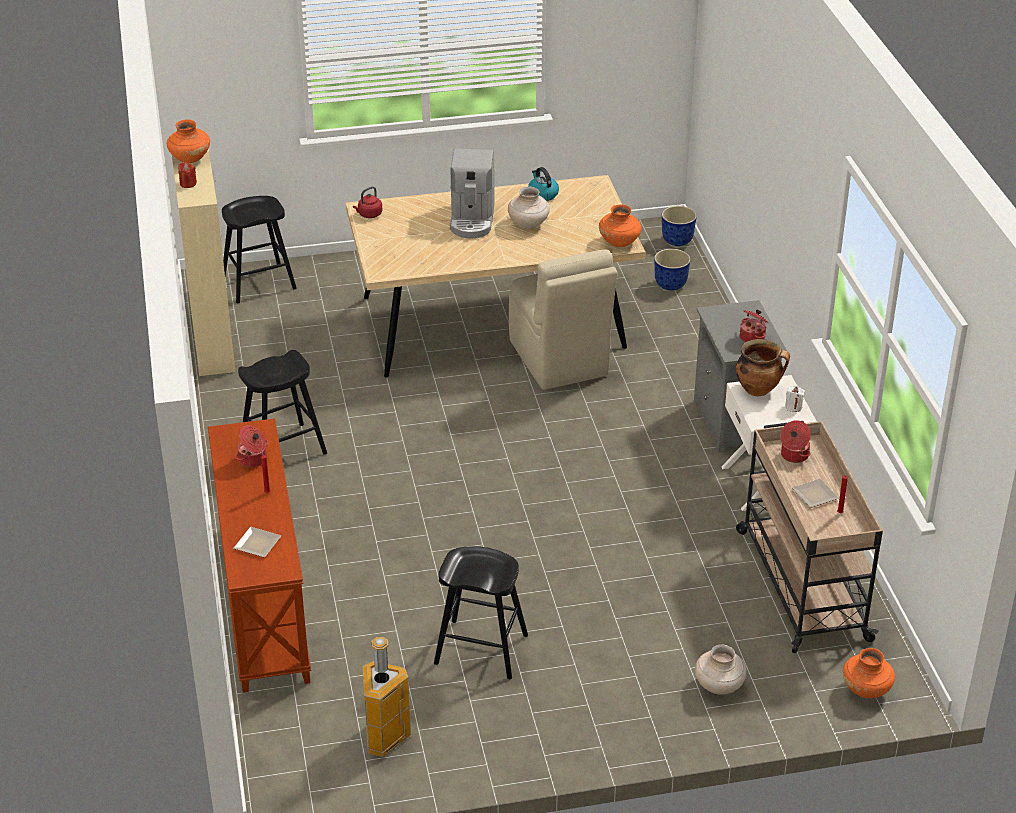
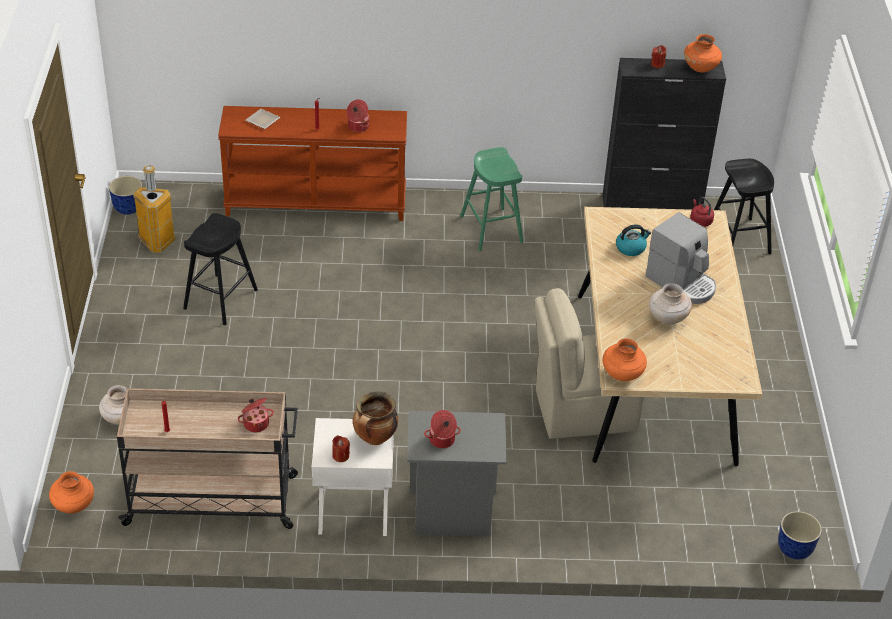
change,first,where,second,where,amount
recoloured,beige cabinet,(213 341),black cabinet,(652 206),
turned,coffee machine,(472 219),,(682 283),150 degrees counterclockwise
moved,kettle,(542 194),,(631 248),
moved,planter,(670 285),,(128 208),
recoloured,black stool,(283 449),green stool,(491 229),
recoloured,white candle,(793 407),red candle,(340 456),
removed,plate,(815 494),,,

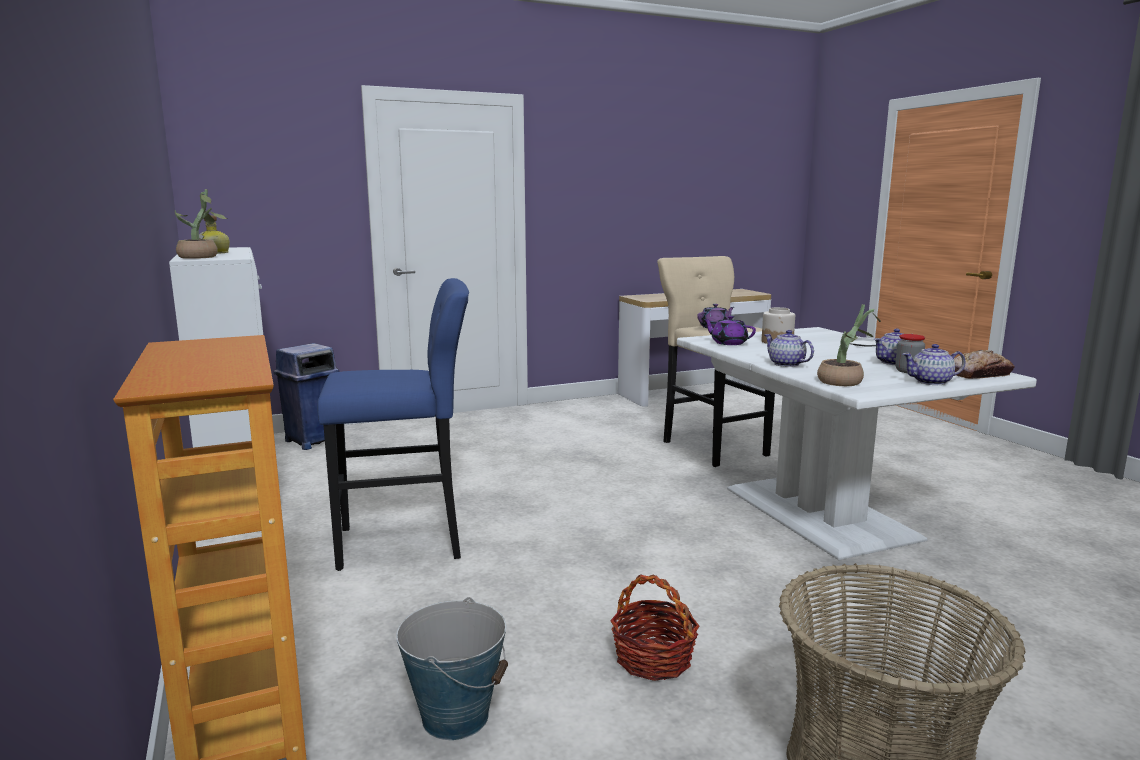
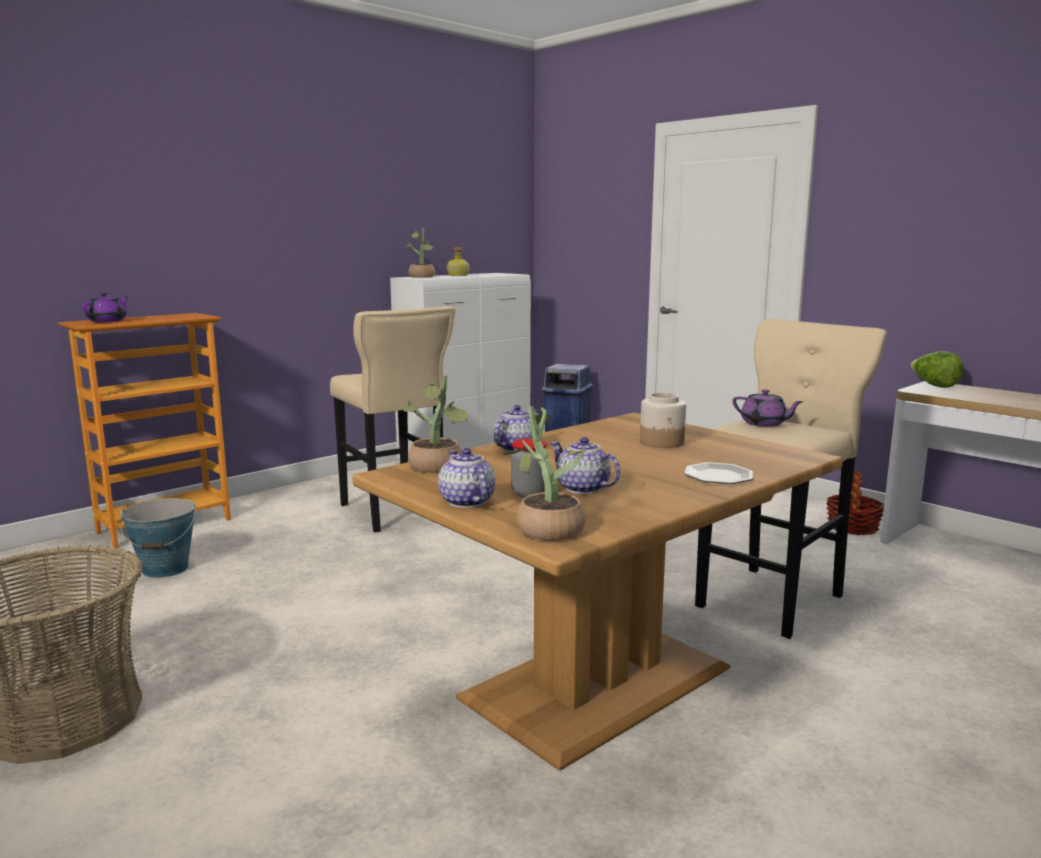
change,first,where,second,where,amount
recoloured,blue stool,(407 542),beige stool,(394 513),
moved,purple teapot,(728 343),,(108 321),
recoloured,white dining table,(820 512),brown dining table,(600 684),
replaced,bread,(979 374),potted plant,(545 527),
moved,basket,(653 658),,(852 527),
added,,,lettuce,(934 386),

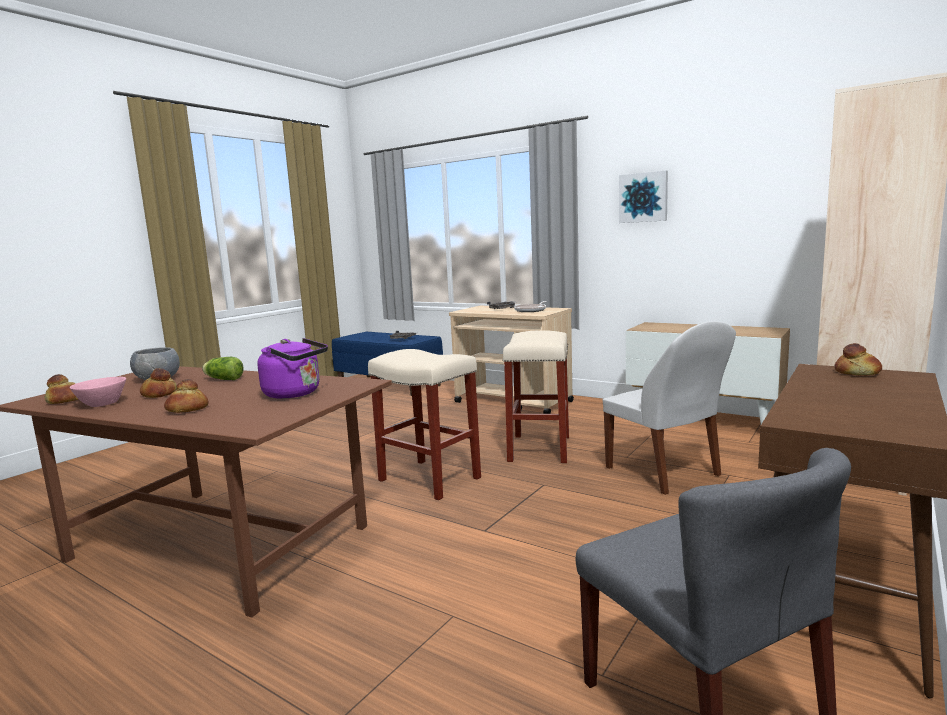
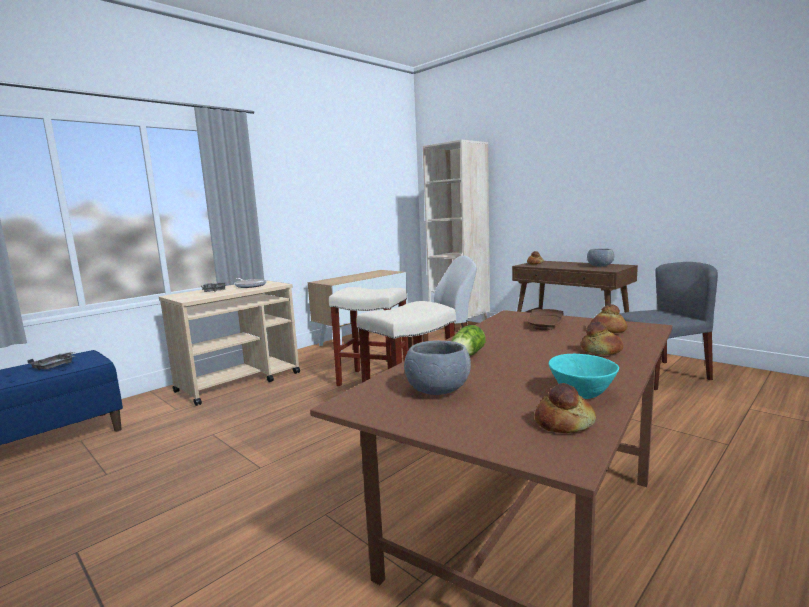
change,first,where,second,where,amount
removed,picture,(643 197),,,
replaced,purple kettle,(295 394),brown plate,(545 327),
moved,bread,(160 394),,(607 330),
recoloured,pink bowl,(101 404),turquoise bowl,(580 394),
added,,,grey bowl,(600 266),

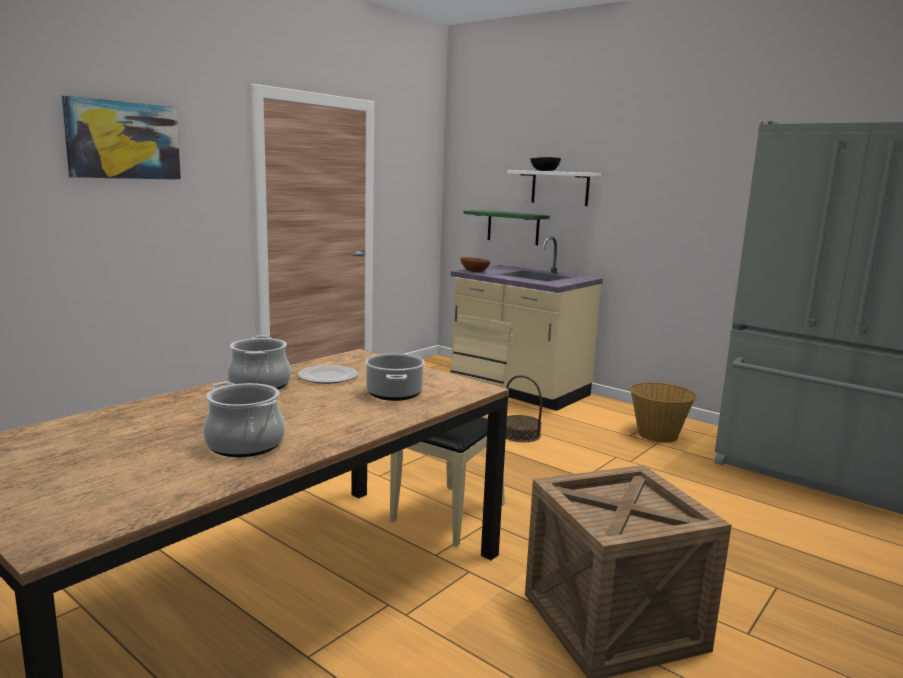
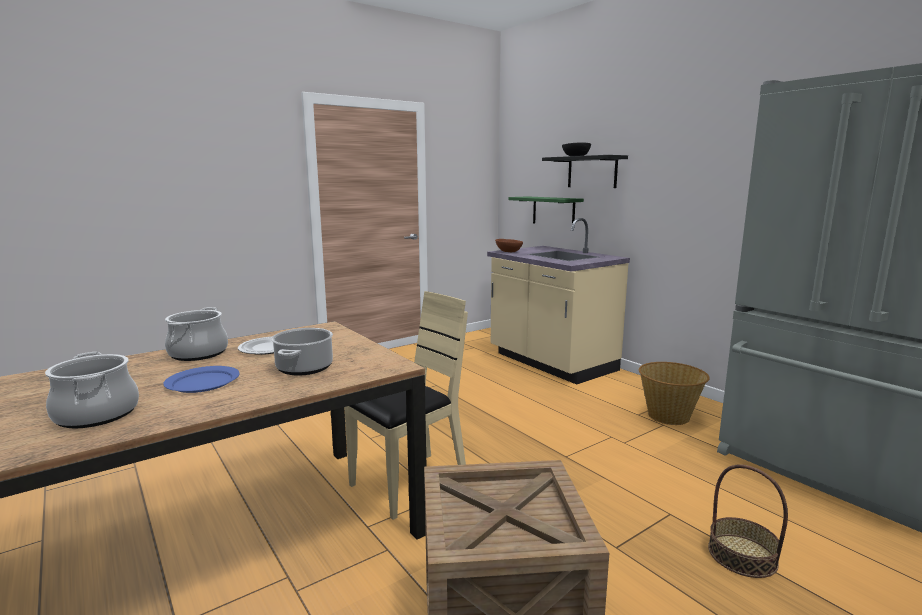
change,first,where,second,where,amount
removed,picture,(123 140),,,
recoloured,white shelf,(560 188),black shelf,(592 172),
moved,basket,(520 434),,(742 555),
added,,,blue plate,(202 382),

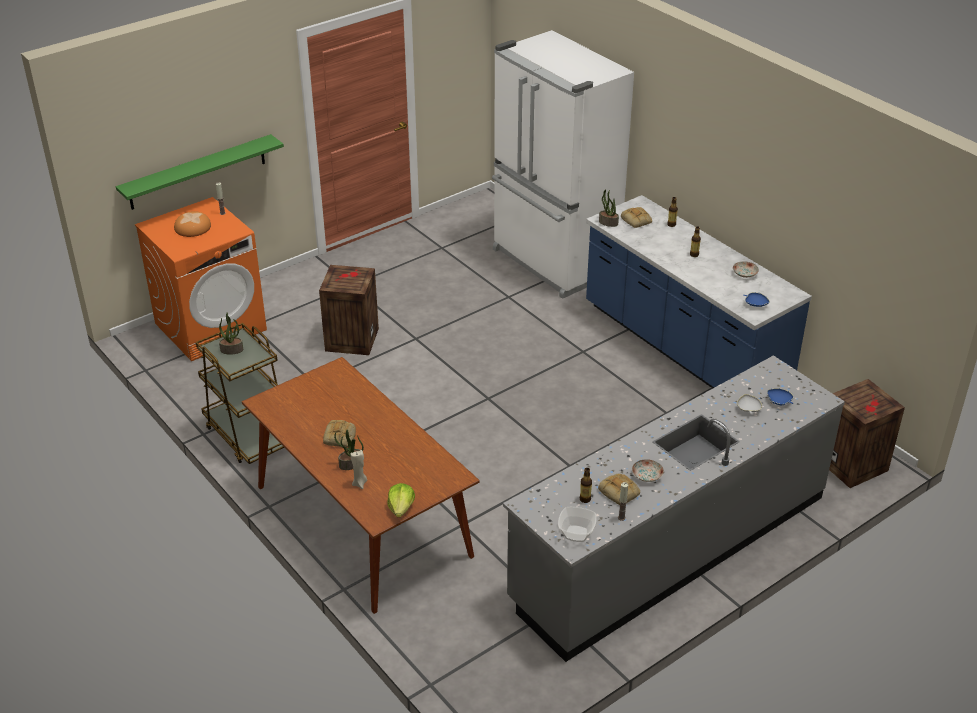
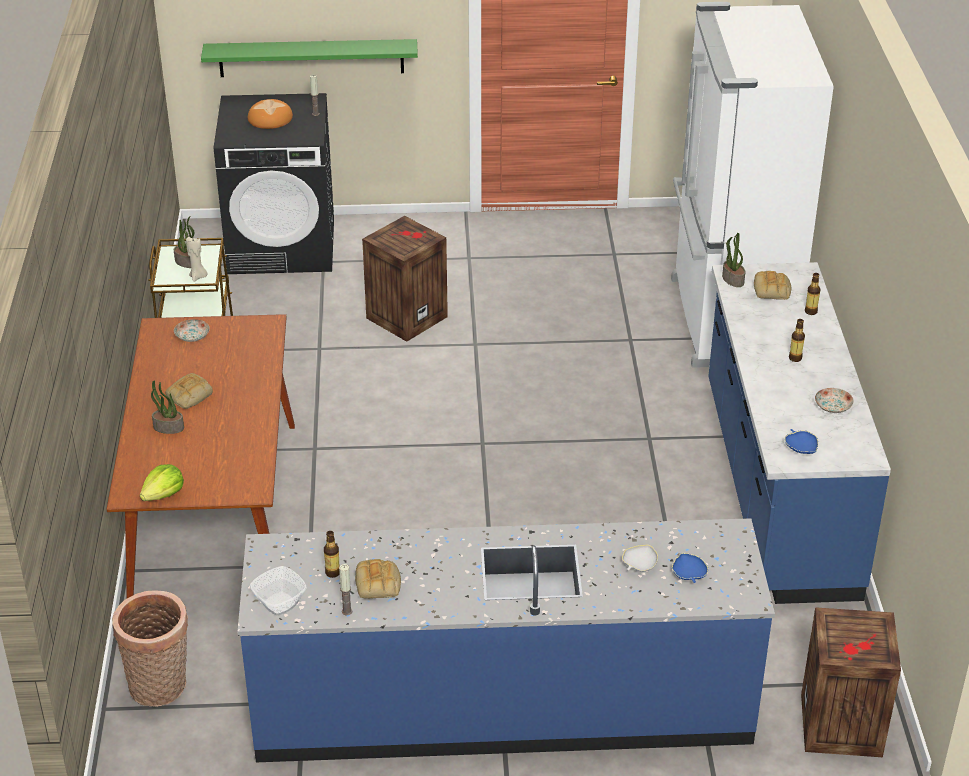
change,first,where,second,where,amount
recoloured,orange washing machine,(211 326),black washing machine,(282 246),
recoloured,grey counter,(669 547),blue counter,(502 704),
moved,beige candle,(360 483),,(198 277),
moved,plate,(647 475),,(193 336),
added,,,basket,(161 687),

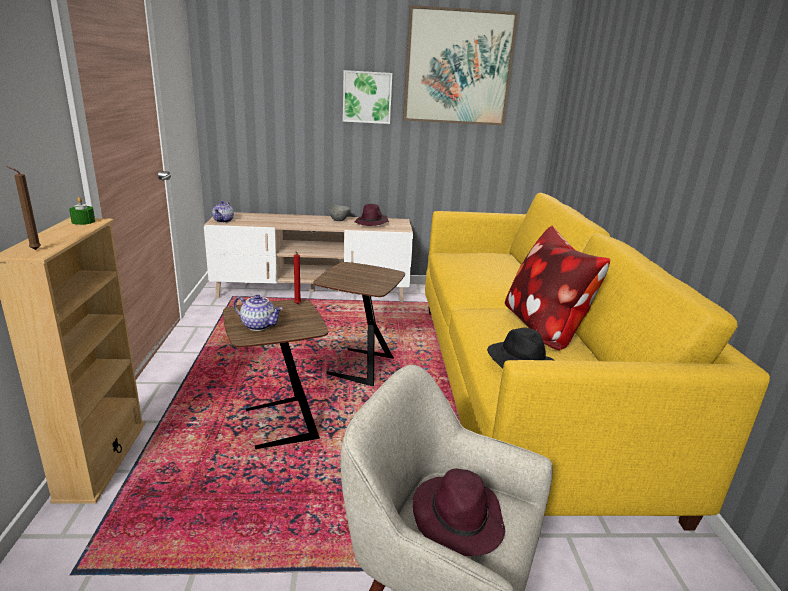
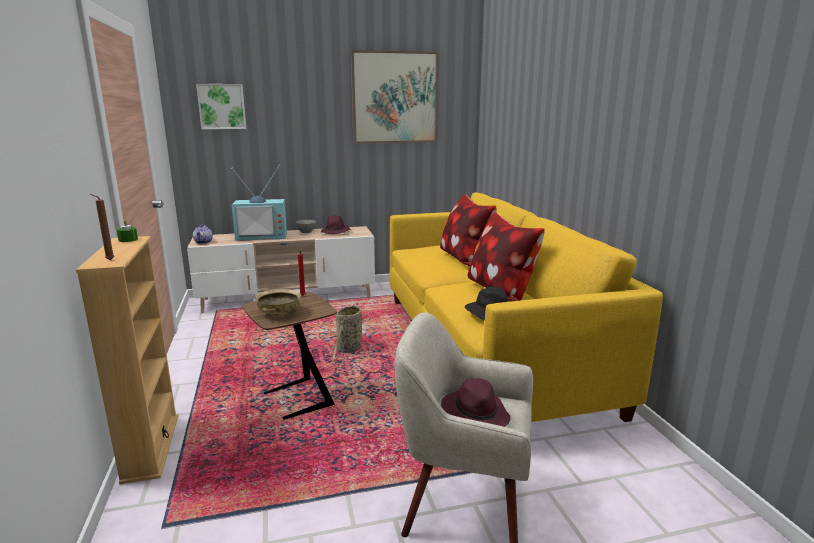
change,first,where,second,where,amount
moved,picture,(367 97),,(222 106),
replaced,brown side table,(358 367),basket,(348 350),
replaced,teapot,(259 325),beige bowl,(279 313),
added,,,television,(263 236),
added,,,pillow,(466 259),

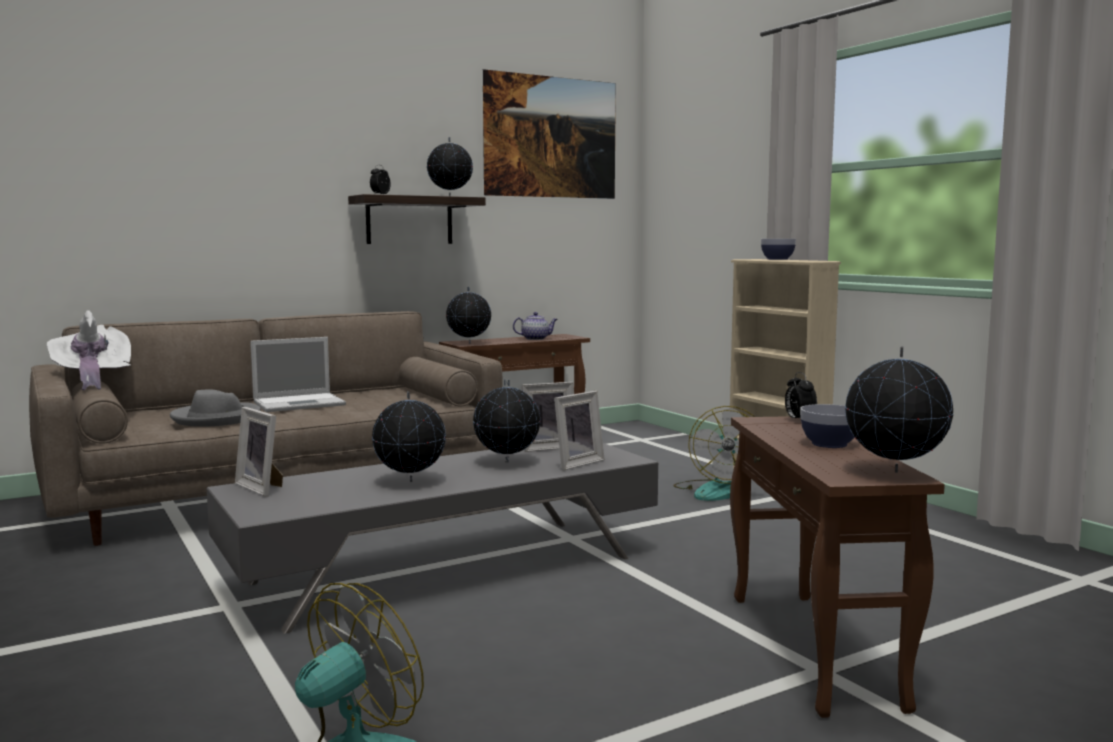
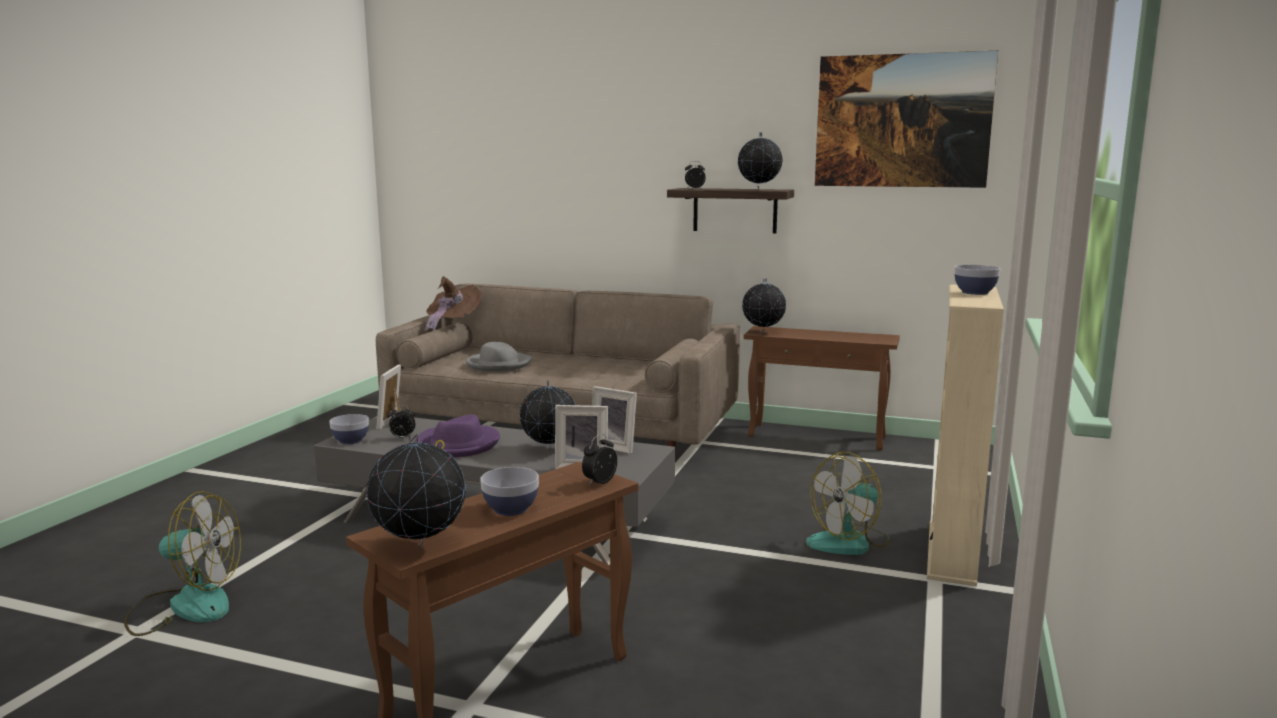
change,first,where,second,where,amount
recoloured,white hat,(92 382),brown hat,(452 324),
removed,teapot,(535 339),,,
removed,laptop,(301 403),,,
replaced,globe,(410 482),purple hat,(457 445),
added,,,alarm clock,(402 438),
added,,,bowl,(350 440),

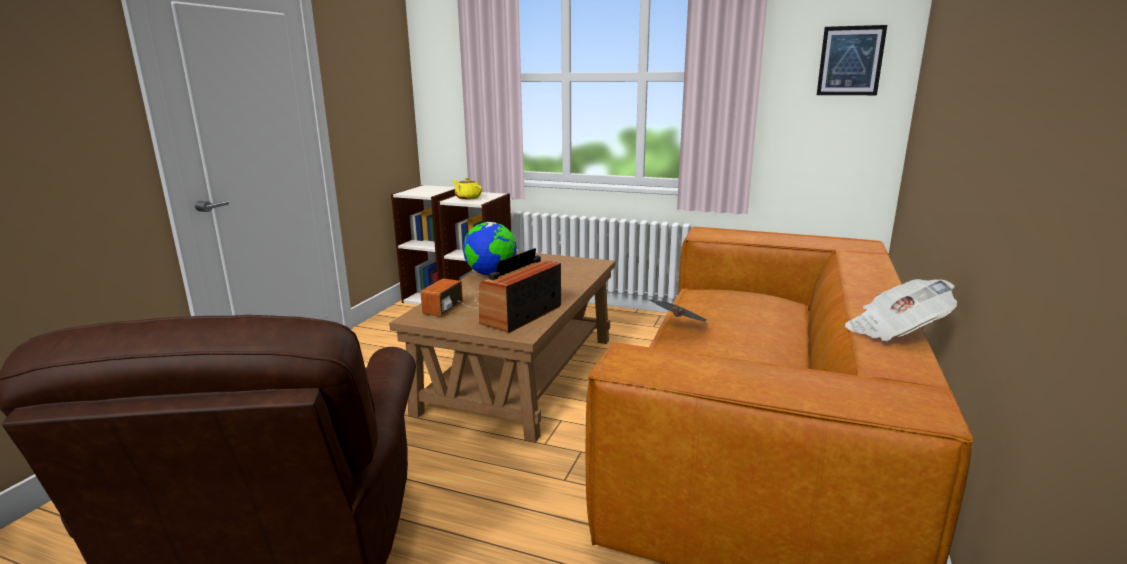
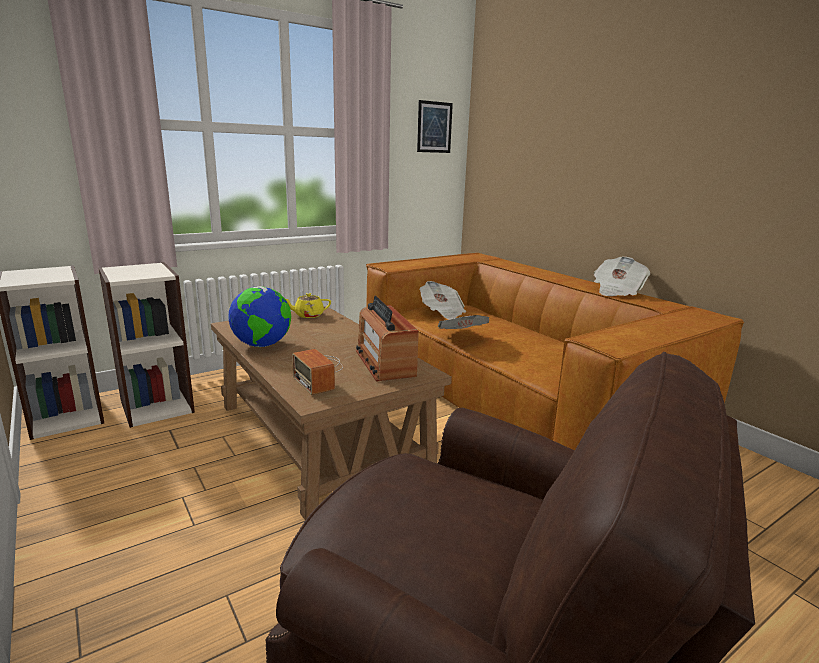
change,first,where,second,where,amount
moved,yellow teapot,(467 198),,(308 315),
added,,,newspaper,(442 312),

